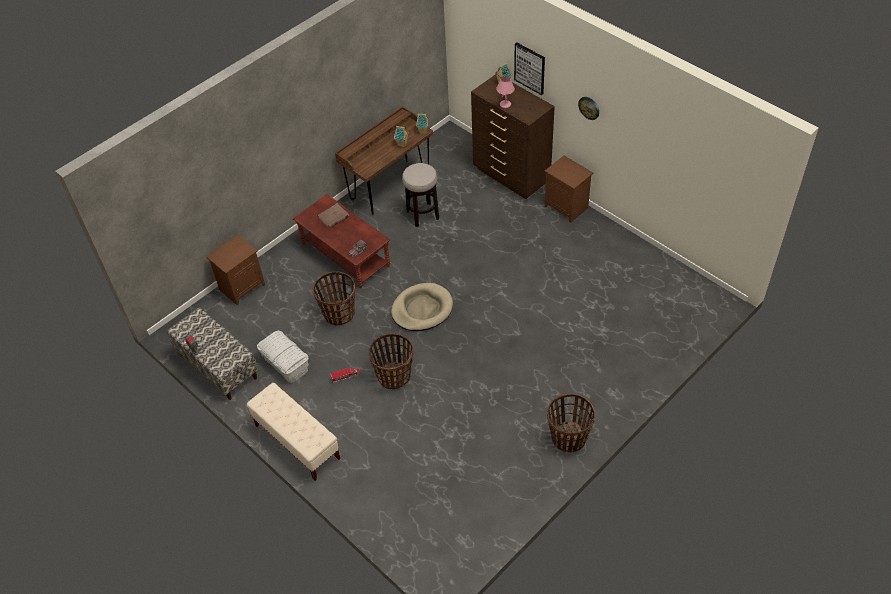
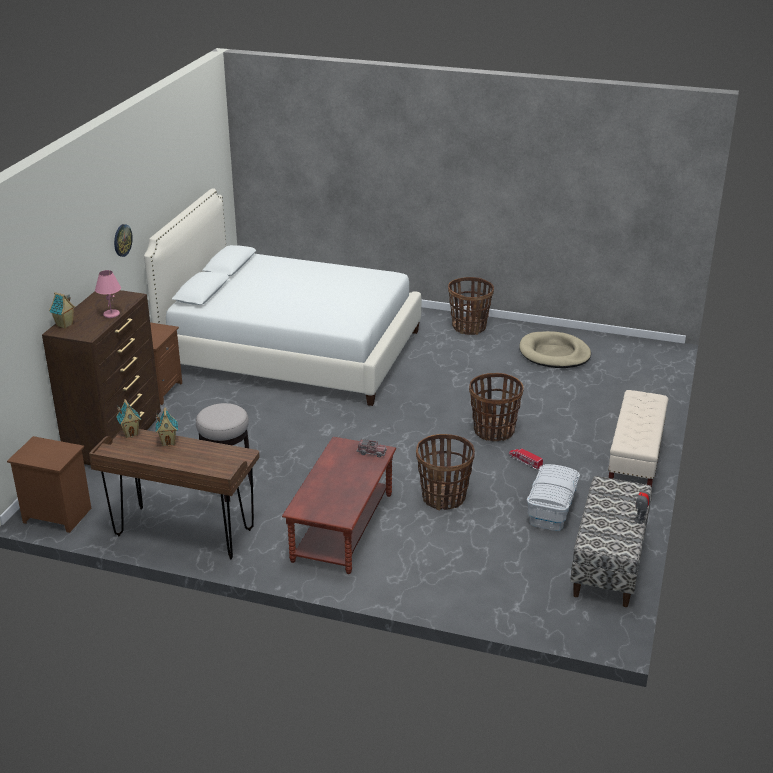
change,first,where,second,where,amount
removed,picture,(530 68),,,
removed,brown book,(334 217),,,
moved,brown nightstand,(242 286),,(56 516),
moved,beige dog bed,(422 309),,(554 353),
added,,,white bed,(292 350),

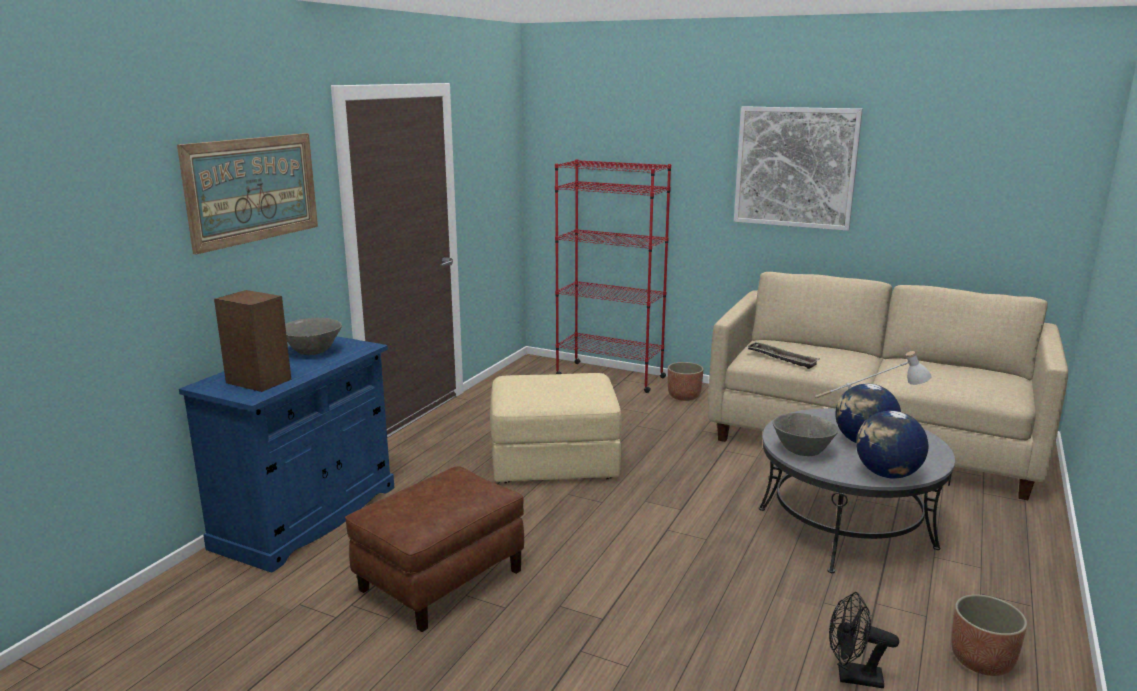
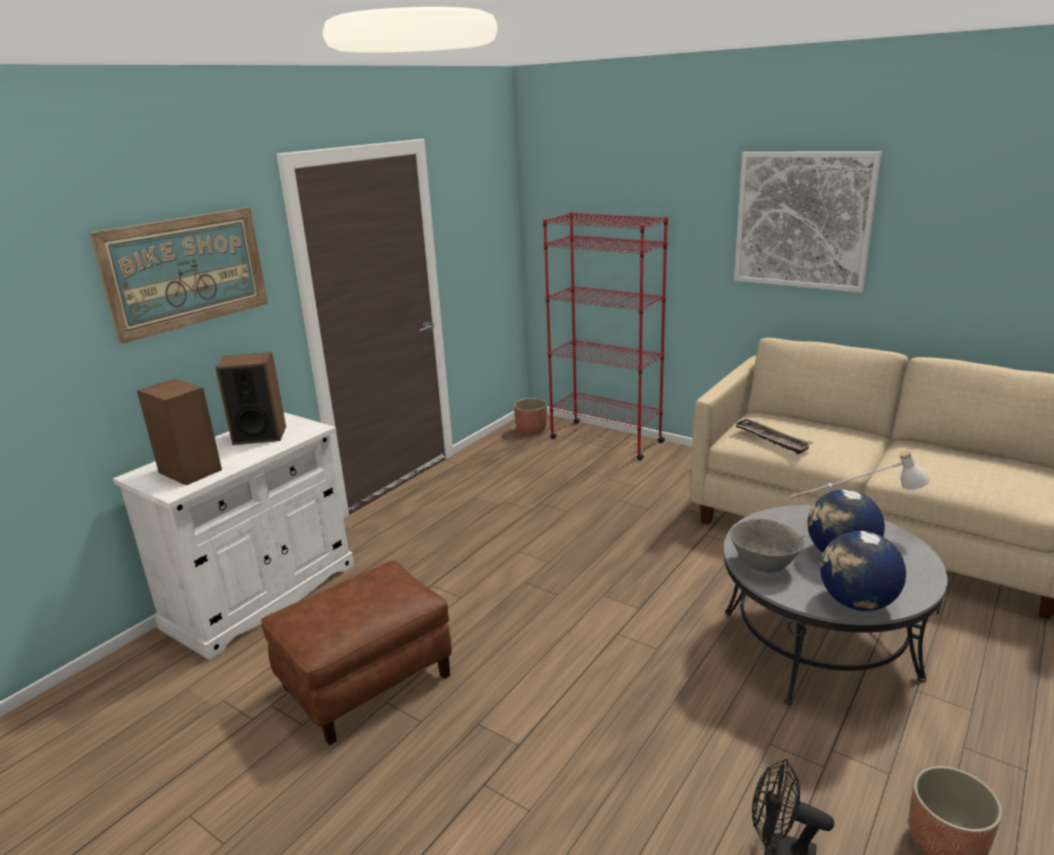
change,first,where,second,where,amount
replaced,grey bowl,(313 352),speaker,(259 435),
recoloured,blue cabinet,(307 517),white cabinet,(262 595),
moved,planter,(684 396),,(531 430),
removed,beige ottoman,(554 461),,,

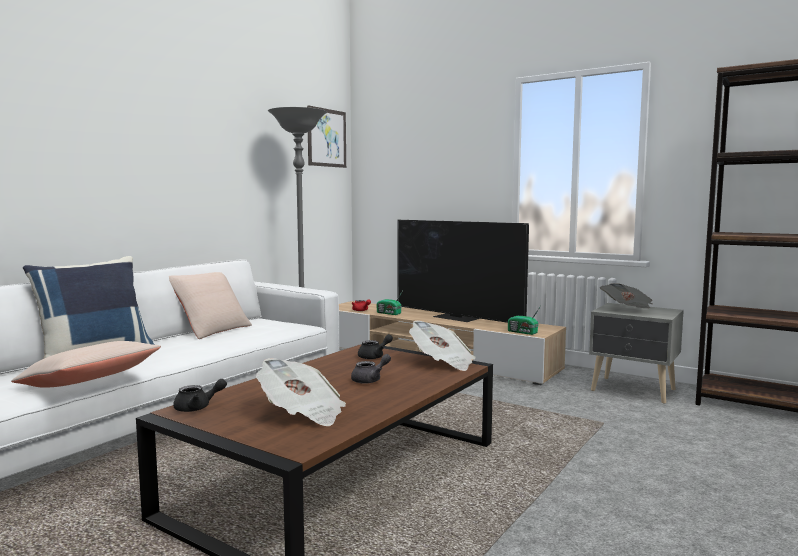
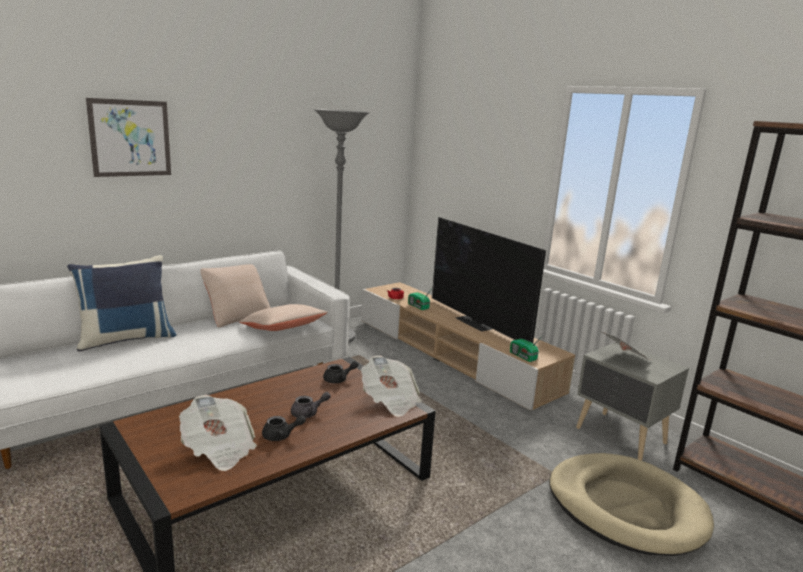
change,first,where,second,where,amount
moved,picture,(327 138),,(130 138),
moved,beige pillow,(89 384),,(283 329),
moved,black teapot,(197 407),,(281 436),
added,,,beige dog bed,(625 507),

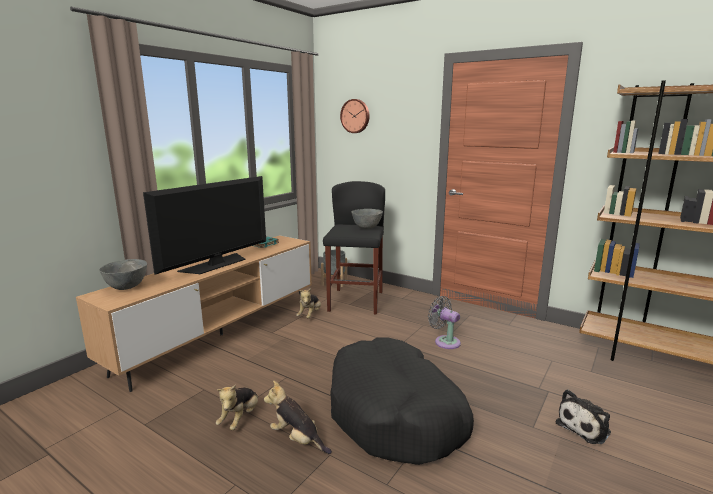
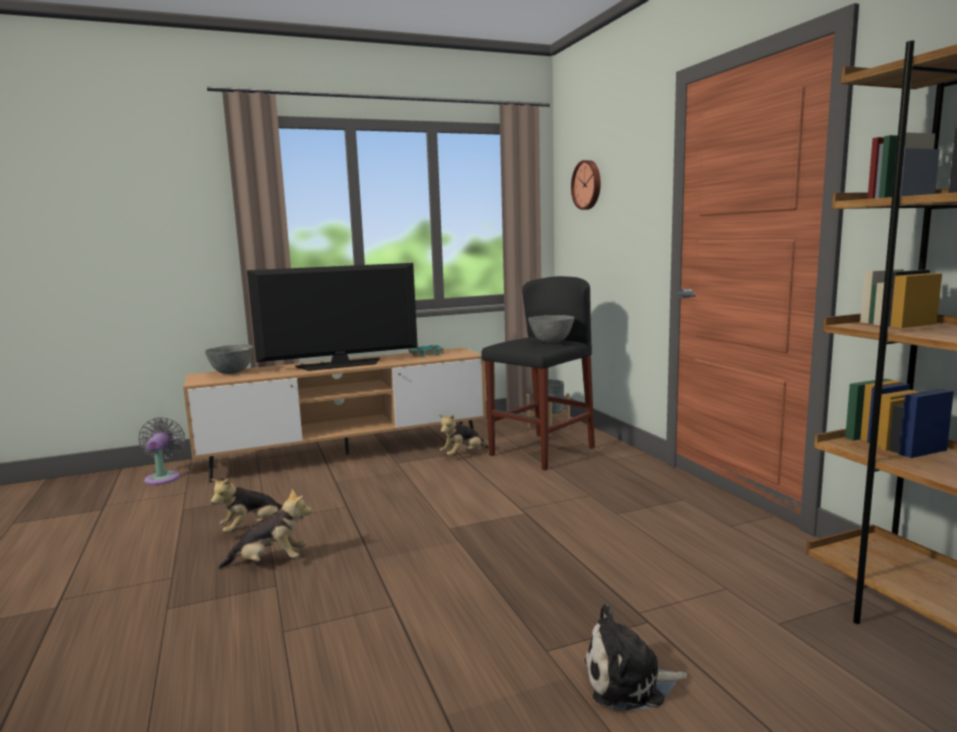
change,first,where,second,where,amount
moved,grey fan,(445 341),,(163 477),
removed,black dog bed,(395 414),,,
turned,plush toy,(297 439),,(270 562),105 degrees clockwise

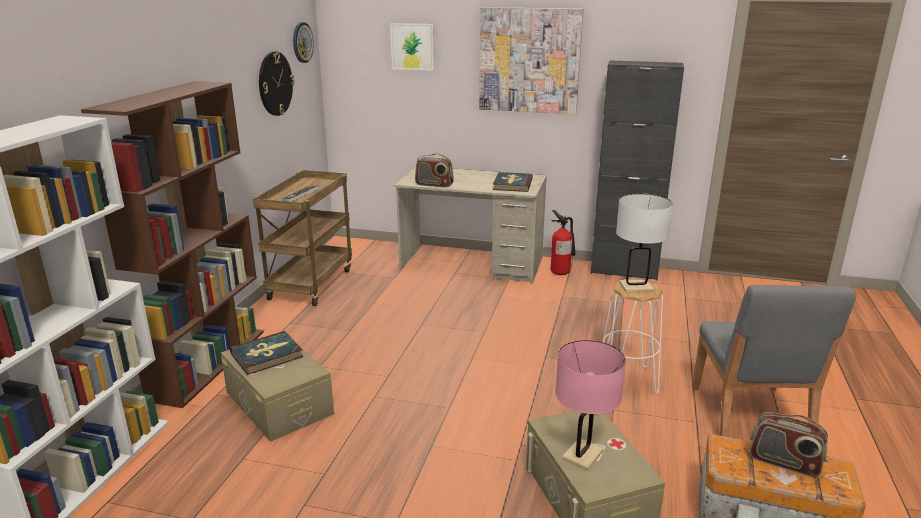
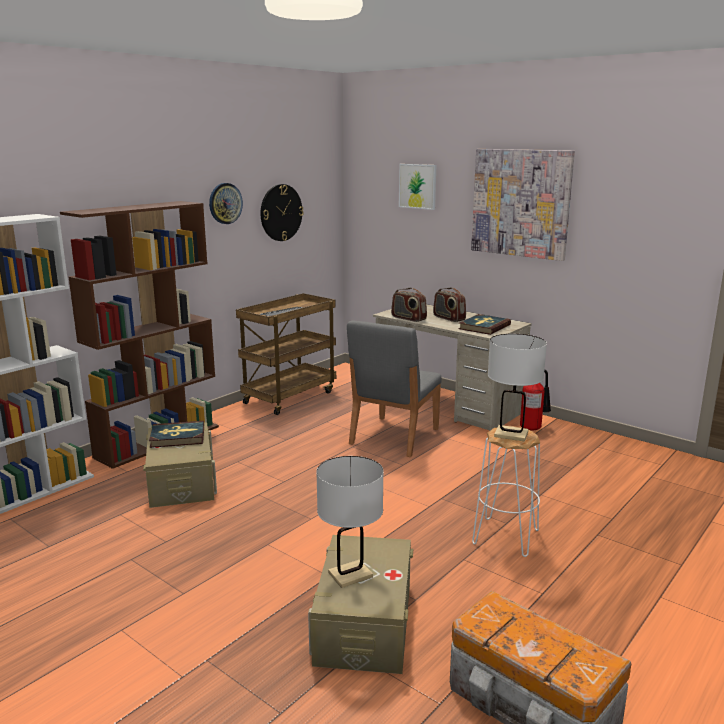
change,first,where,second,where,amount
moved,wall clock,(302 42),,(225 203),
removed,black cabinet,(624 271),,,
moved,grey chair,(749 416),,(393 436),
recoloured,pink table lamp,(582 455),white table lamp,(350 575),
moved,radio,(784 462),,(448 318),

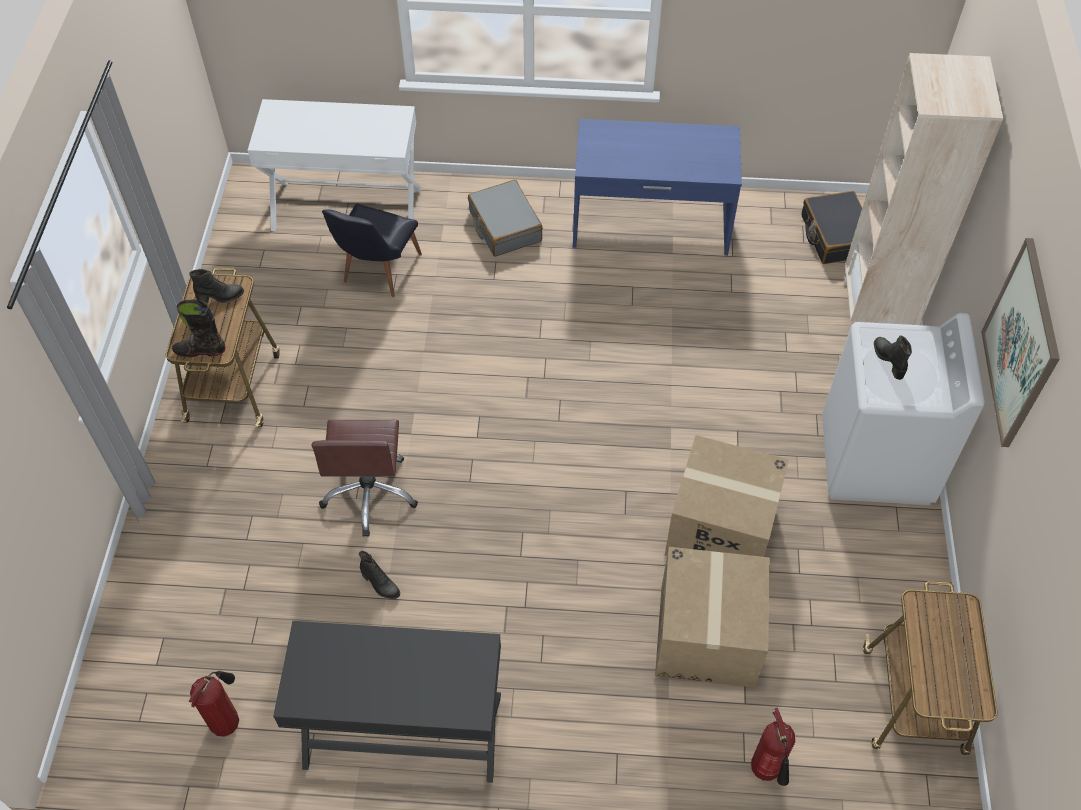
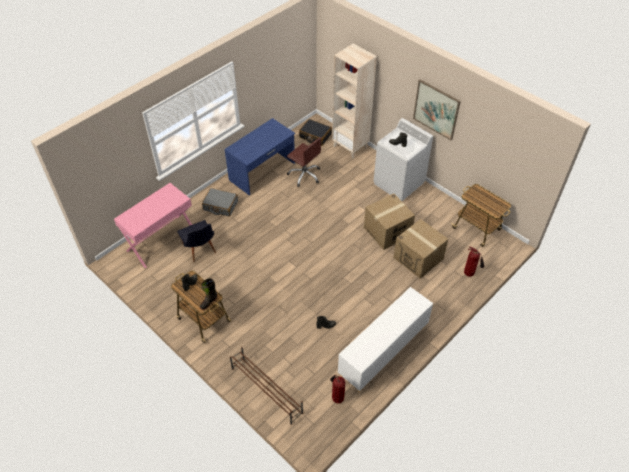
change,first,where,second,where,amount
recoloured,white desk,(347 208),pink desk,(161 241),
moved,brown office chair,(370 493),,(304 175),
replaced,black desk,(403 731),white cabinet,(383 351),
added,,,brown shoe rack,(266 390),

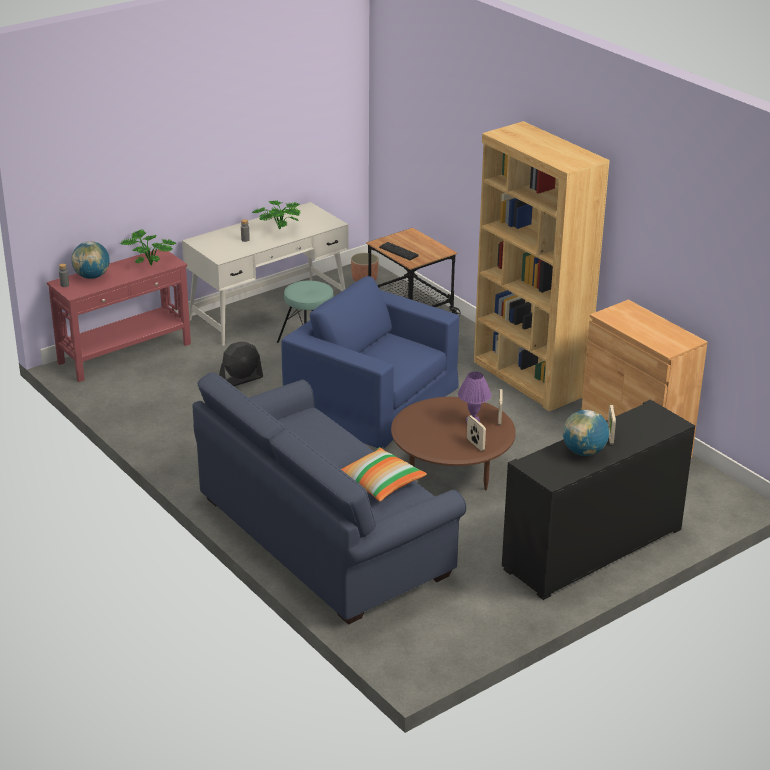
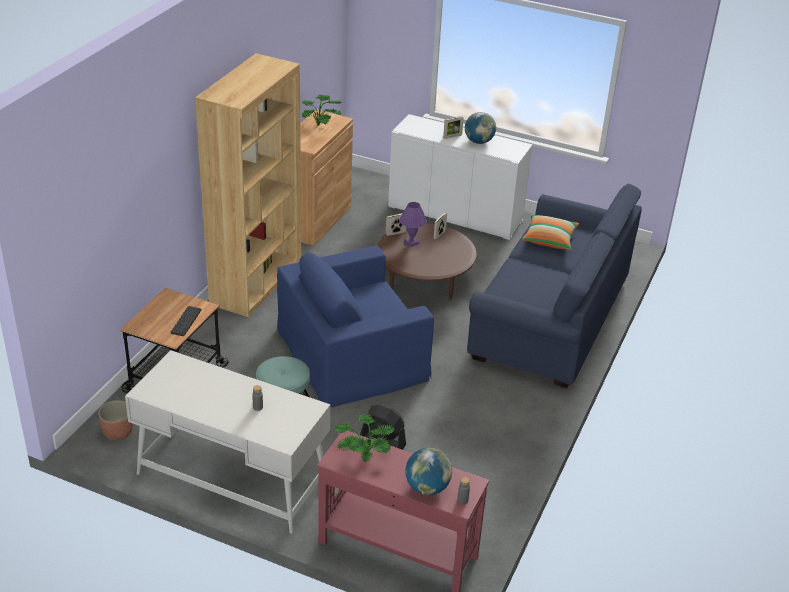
change,first,where,second,where,amount
moved,potted plant,(278 230),,(321 125),
turned,blue armchair,(371 398),,(352 353),60 degrees clockwise
recoloured,black cabinet,(593 548),white cabinet,(455 214),

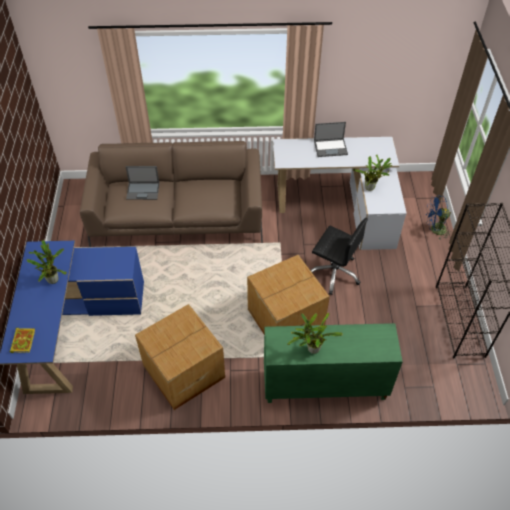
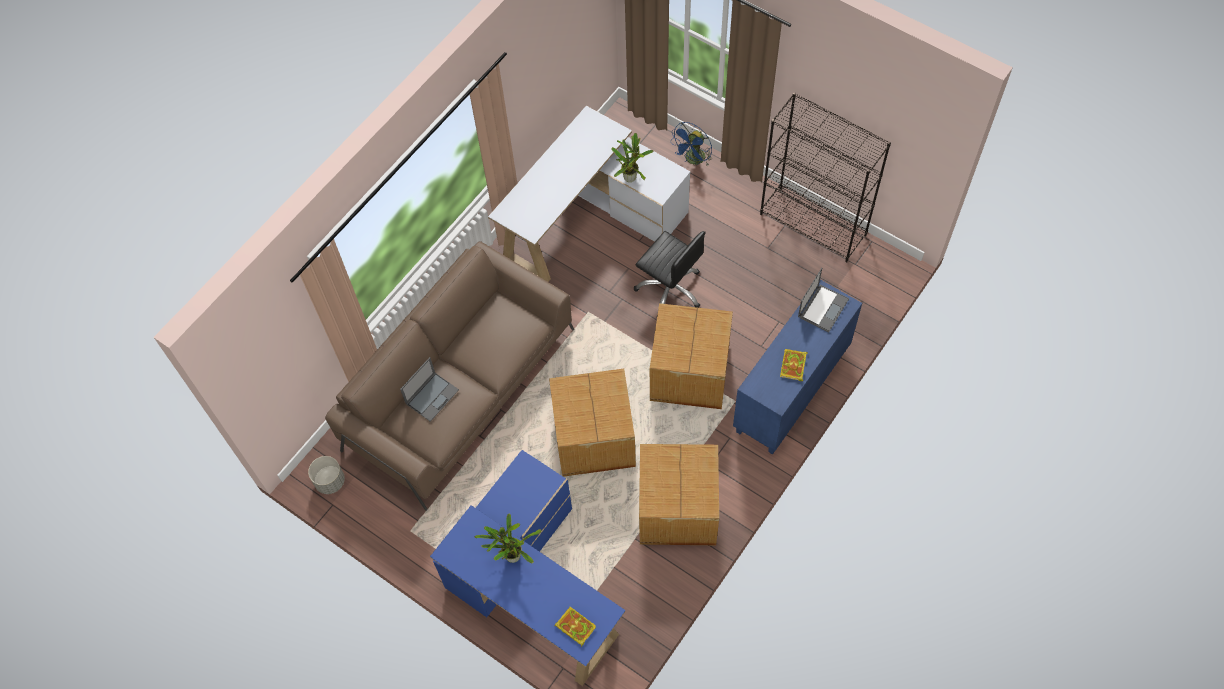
change,first,where,second,where,amount
moved,laptop,(331 147),,(823 307),
turned,black office chair,(334 273),,(670 289),60 degrees clockwise
replaced,potted plant,(311 349),book,(793 366),
recoloured,green cabinet,(324 385),blue cabinet,(791 392),
added,,,cardboard box,(593 439),
added,,,grey planter,(330 481),

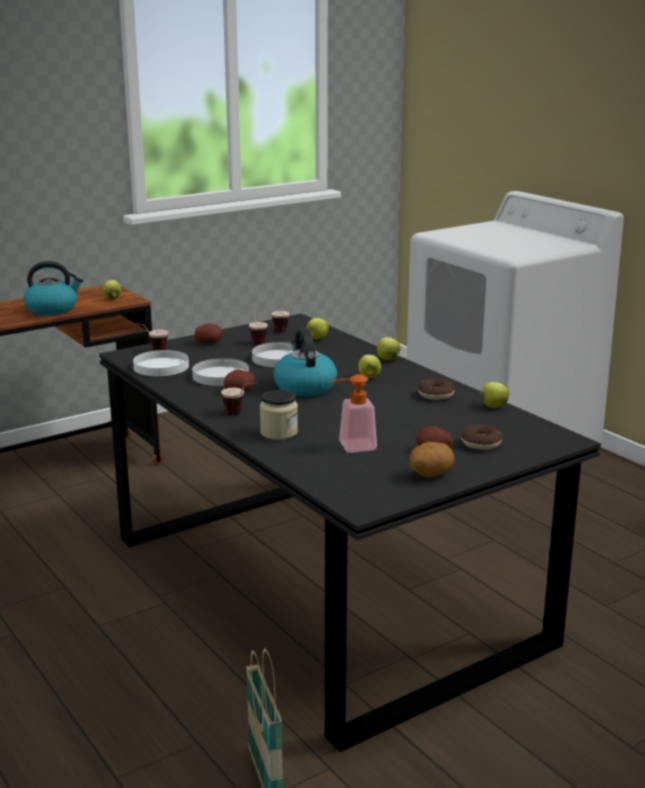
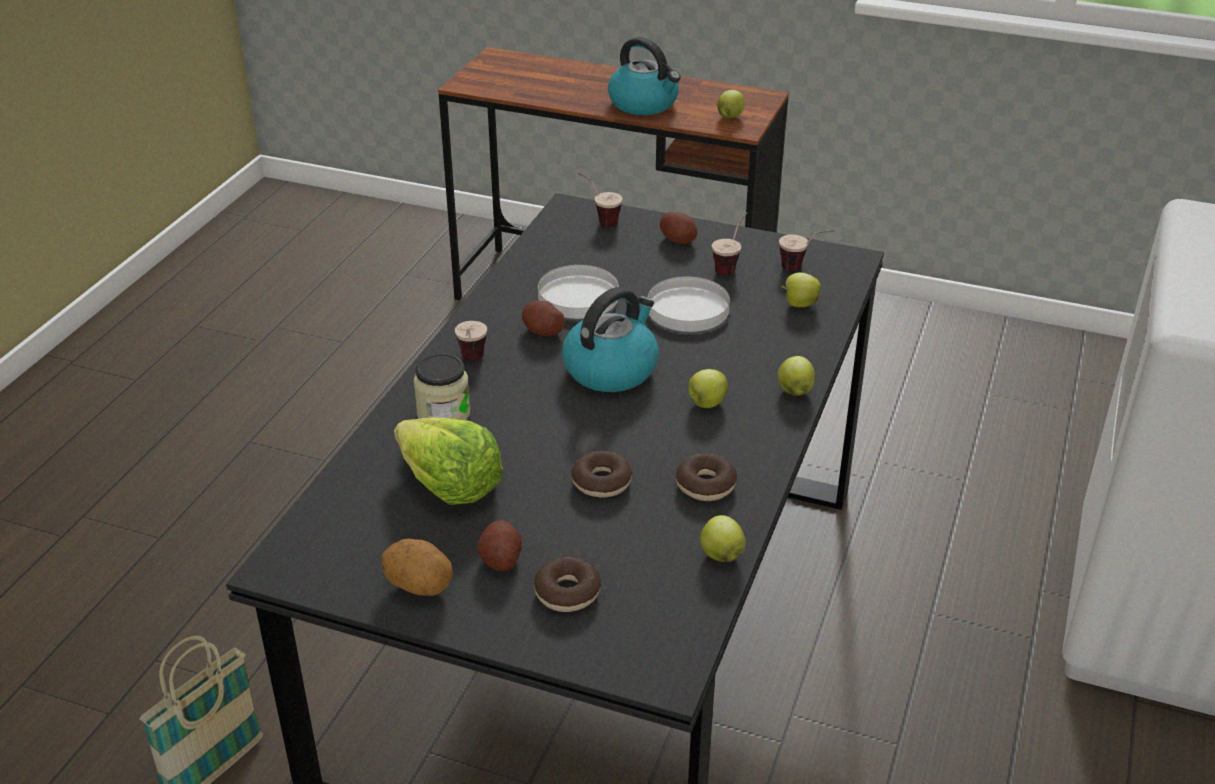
change,first,where,second,where,amount
removed,white plate,(161 367),,,
replaced,soap dispenser,(350 447),lettuce,(450 485),
added,,,donut,(601 482),

